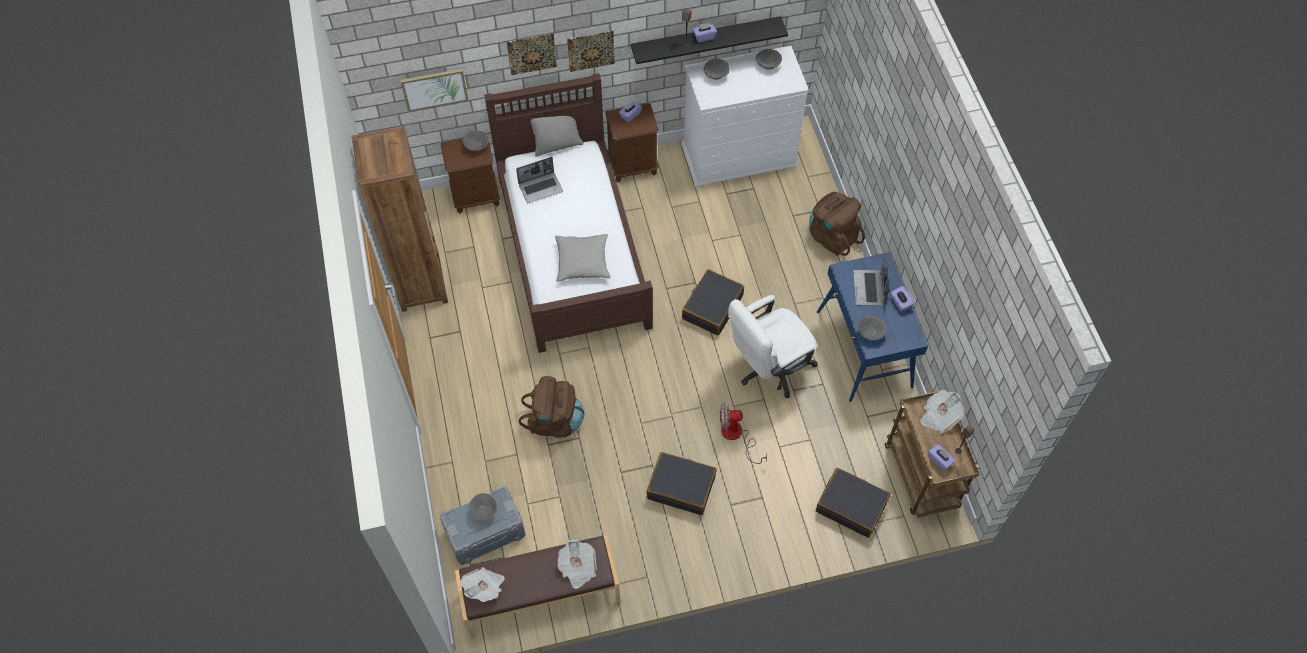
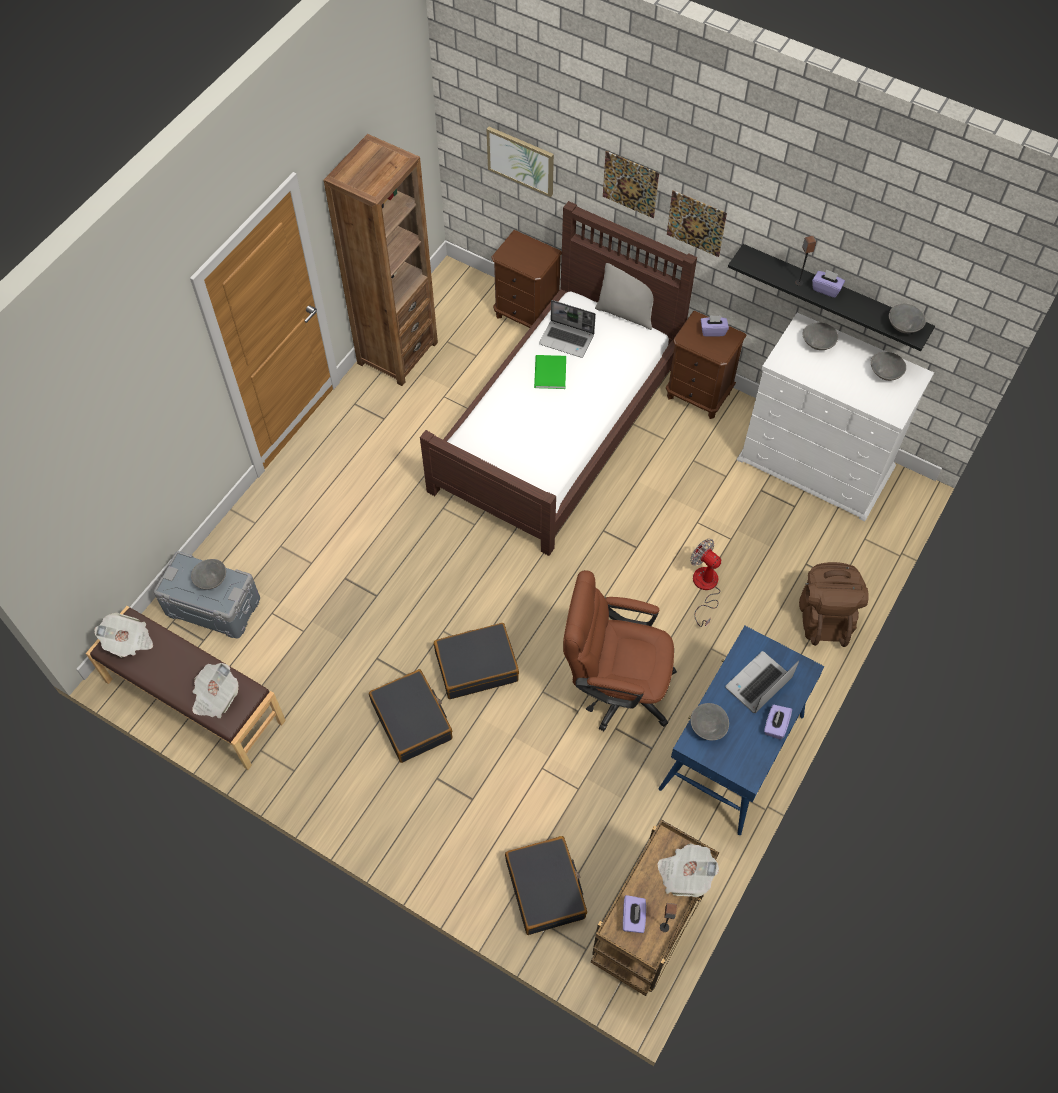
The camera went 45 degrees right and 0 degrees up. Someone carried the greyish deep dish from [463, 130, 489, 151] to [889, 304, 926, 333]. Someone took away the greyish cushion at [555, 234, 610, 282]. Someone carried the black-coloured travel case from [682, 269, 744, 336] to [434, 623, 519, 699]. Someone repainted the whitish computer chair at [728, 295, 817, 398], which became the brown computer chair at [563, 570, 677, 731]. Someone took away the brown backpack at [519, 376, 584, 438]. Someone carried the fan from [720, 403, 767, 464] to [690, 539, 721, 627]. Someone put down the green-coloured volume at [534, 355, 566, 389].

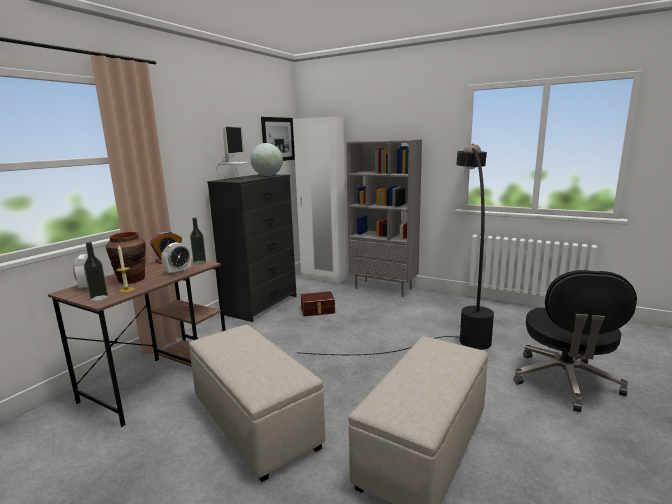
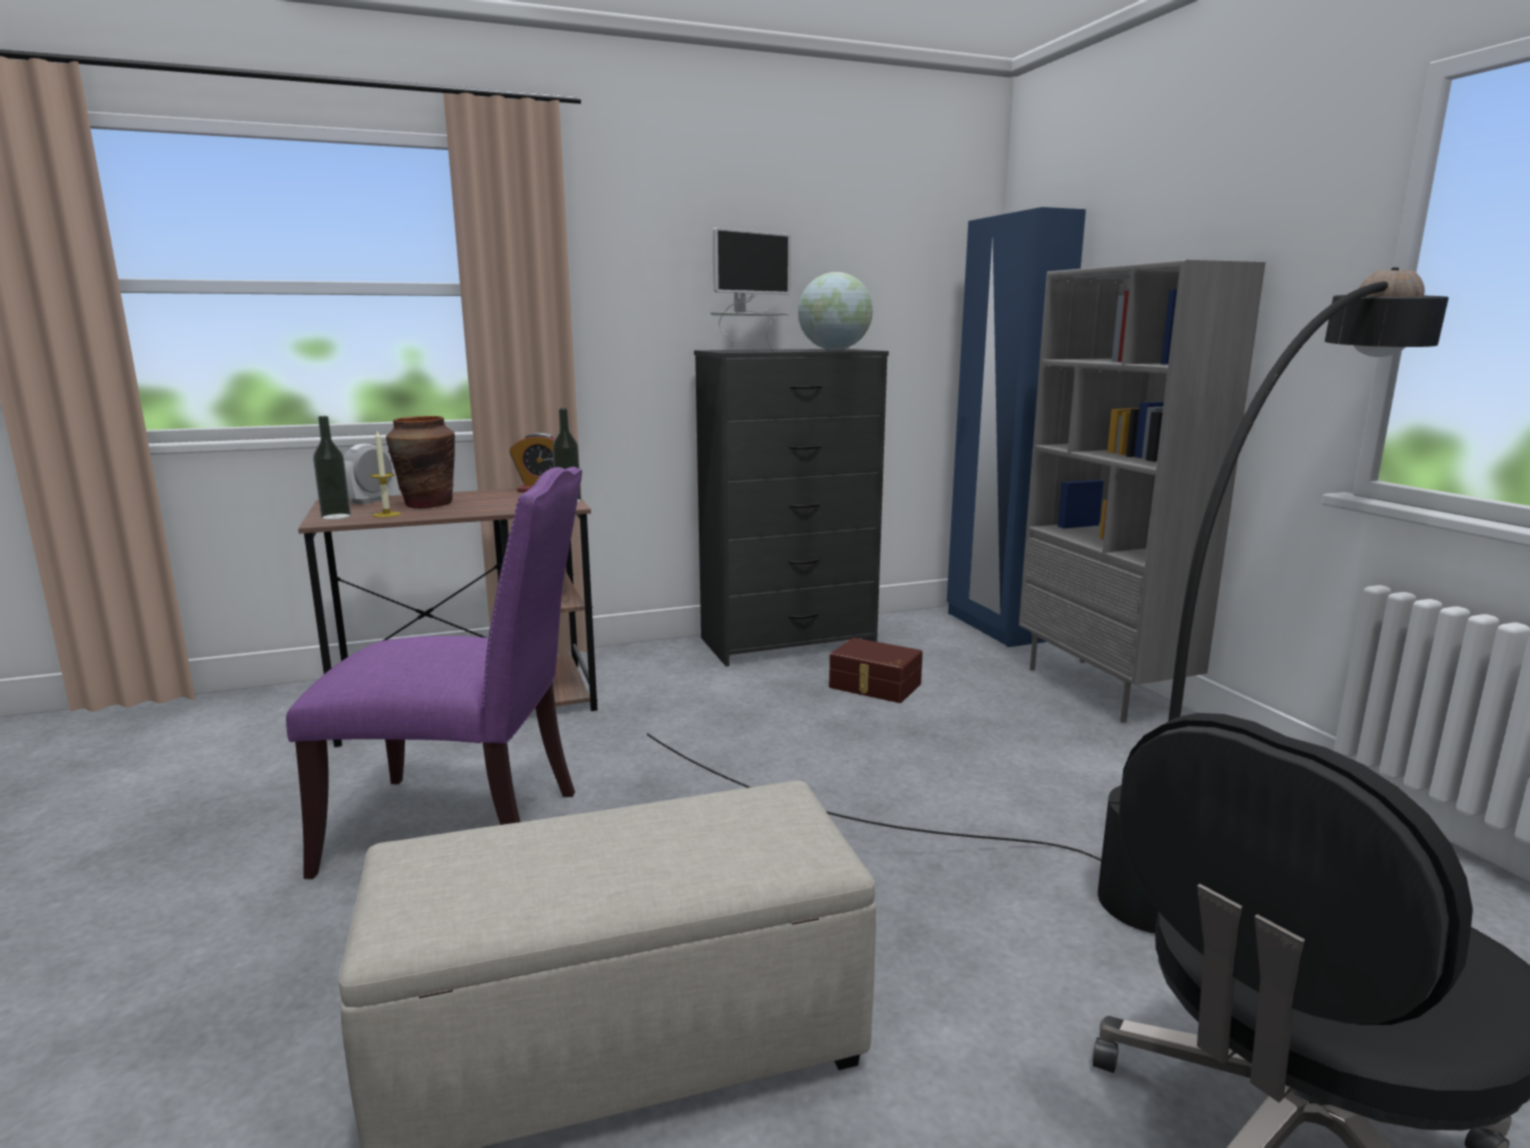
The camera went 40 degrees right and 0 degrees up. Someone took away the wall picture at [261, 117, 295, 161]. Someone repainted the whitish wardrobe at [293, 117, 347, 283], which became the blue wardrobe at [947, 207, 1086, 647]. Someone took away the alarm clock at [161, 242, 191, 275]. Someone swapped the beige footrest at [189, 325, 326, 482] for the purple-coloured chair at [286, 467, 582, 879].

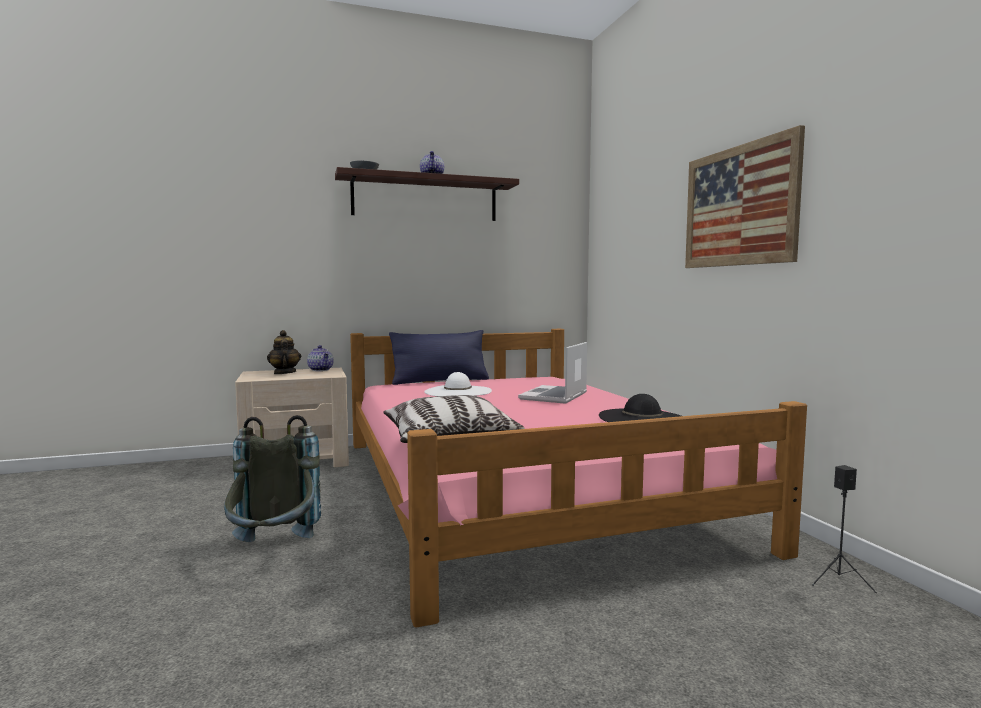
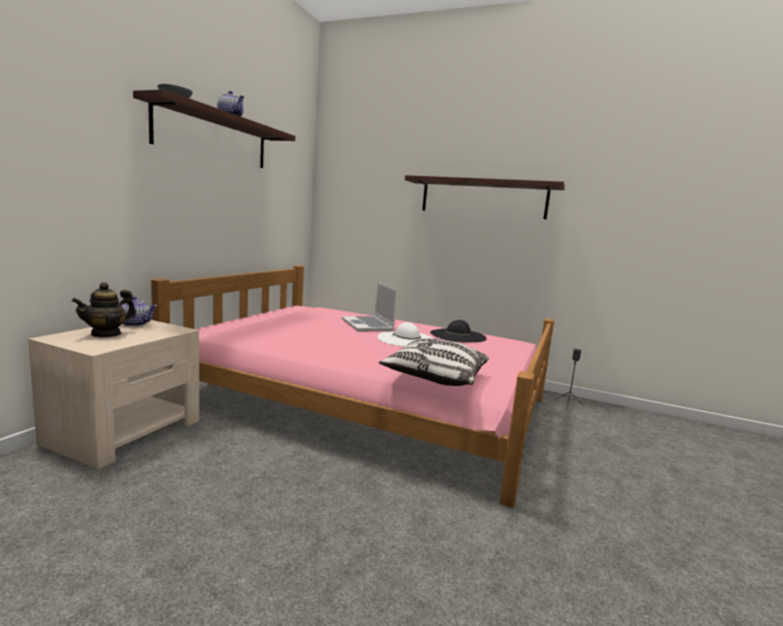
The camera went 50 degrees left and 5 degrees up. Someone swapped the wall picture at [685, 125, 805, 268] for the bracket shelf at [405, 175, 565, 219]. Someone rotated the pot for tea at [267, 330, 301, 374] by 75 degrees counterclockwise. Someone took away the blue cushion at [389, 330, 489, 385]. Someone carried the whitish wearable hat from [424, 372, 492, 396] to [377, 322, 434, 347]. Someone took away the greyish backpack at [224, 415, 321, 542].

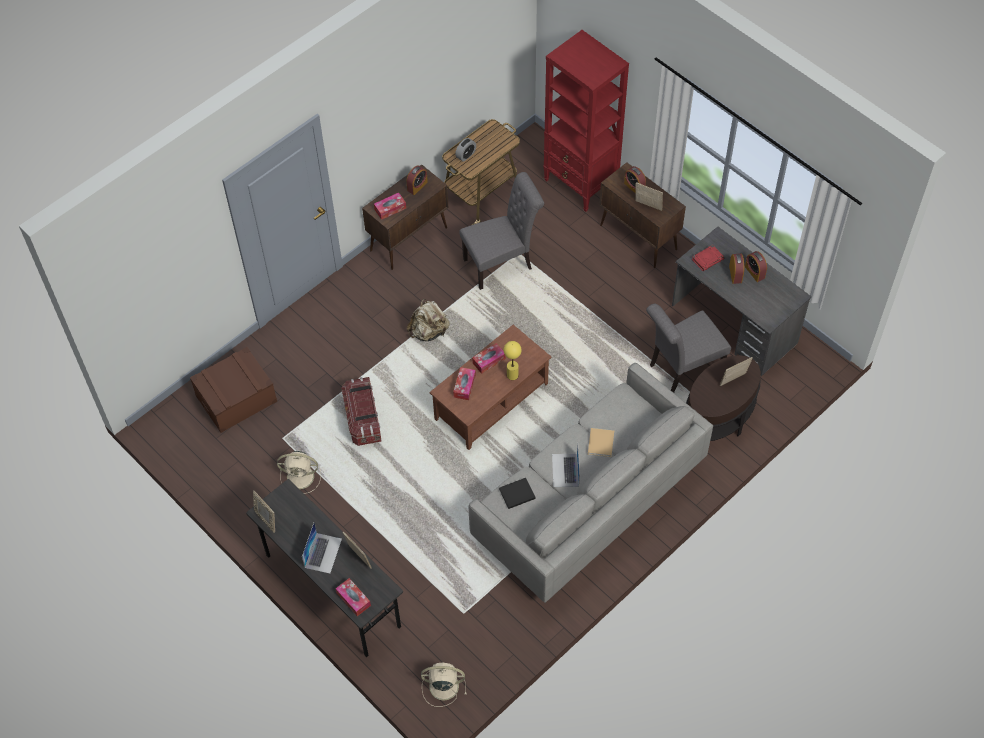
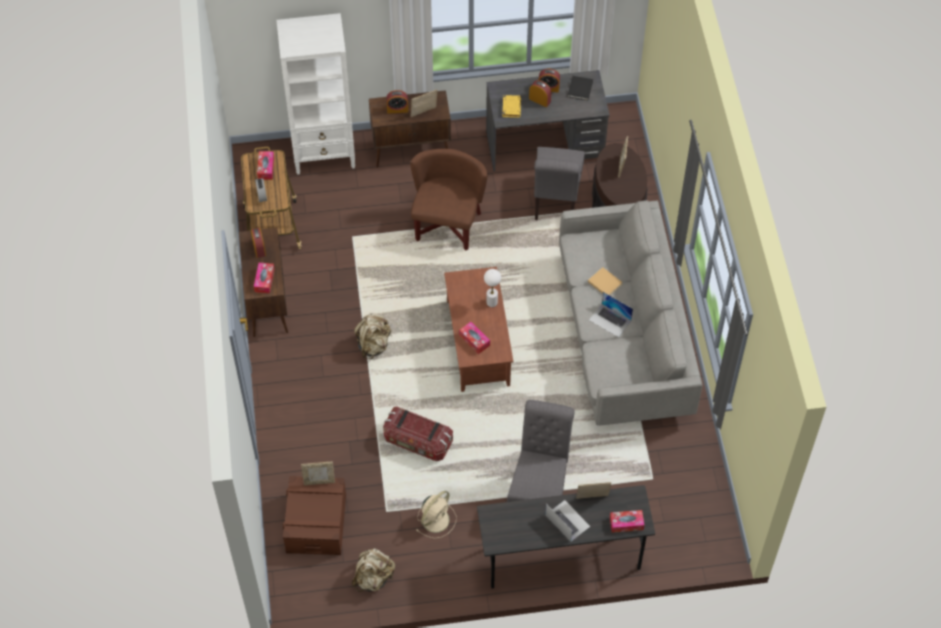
The camera went 55 degrees left and 0 degrees up. Someone repainted the red shelving unit at [543, 30, 629, 212], which became the whitish shelving unit at [276, 13, 355, 175]. Someone carried the greyish chair from [459, 172, 544, 290] to [507, 400, 575, 502]. Someone repainted the red volume at [692, 245, 724, 271], which became the yellow volume at [502, 95, 521, 118]. Someone repainted the yellow tabletop lamp at [504, 341, 522, 380], which became the whitish tabletop lamp at [484, 269, 501, 307]. Someone carried the tissue box from [472, 343, 506, 374] to [257, 151, 275, 180]. Someone carried the black-coloured volume from [499, 478, 536, 509] to [567, 76, 593, 100]. Someone carried the photo frame from [253, 490, 275, 533] to [301, 462, 335, 485]. Someone took away the beige fan at [421, 663, 467, 707]. Someone put down the brown armchair at [410, 149, 488, 251]. Someone put down the beige backpack at [352, 548, 395, 592].

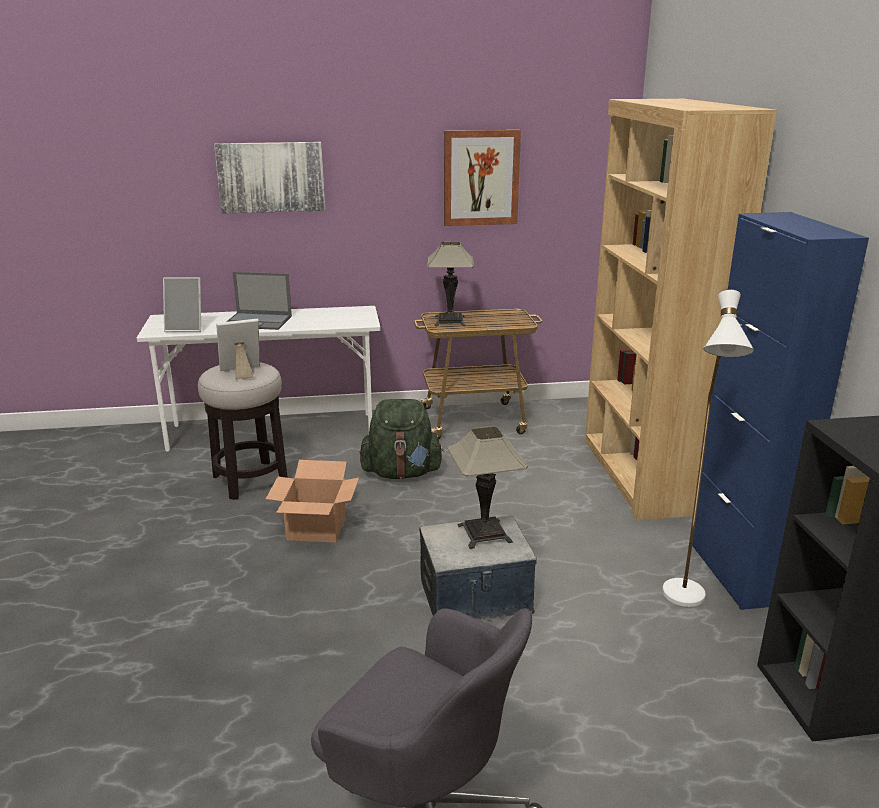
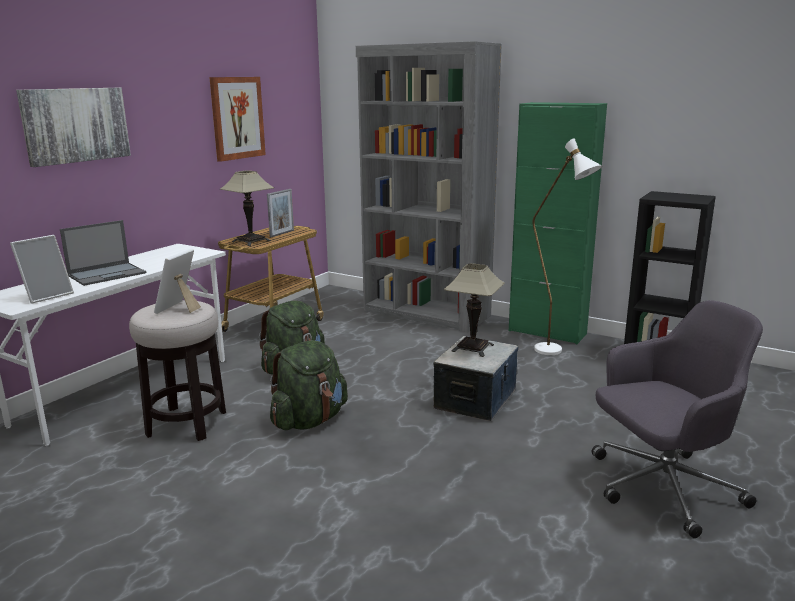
The camera went 50 degrees left and 5 degrees down. Someone repainted the brown shelving unit at [585, 99, 777, 521], which became the greyish shelving unit at [356, 41, 502, 332]. Someone repainted the blue cupboard at [692, 212, 869, 610], which became the green-coloured cupboard at [509, 102, 607, 344]. Someone swapped the packing box at [266, 460, 359, 543] for the green-coloured backpack at [270, 340, 348, 430]. Someone put down the photo frame at [267, 189, 294, 237].

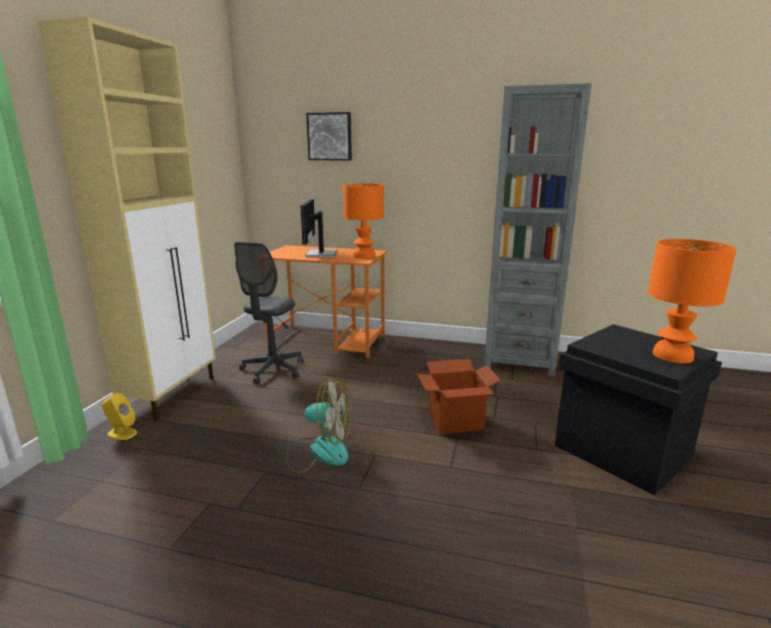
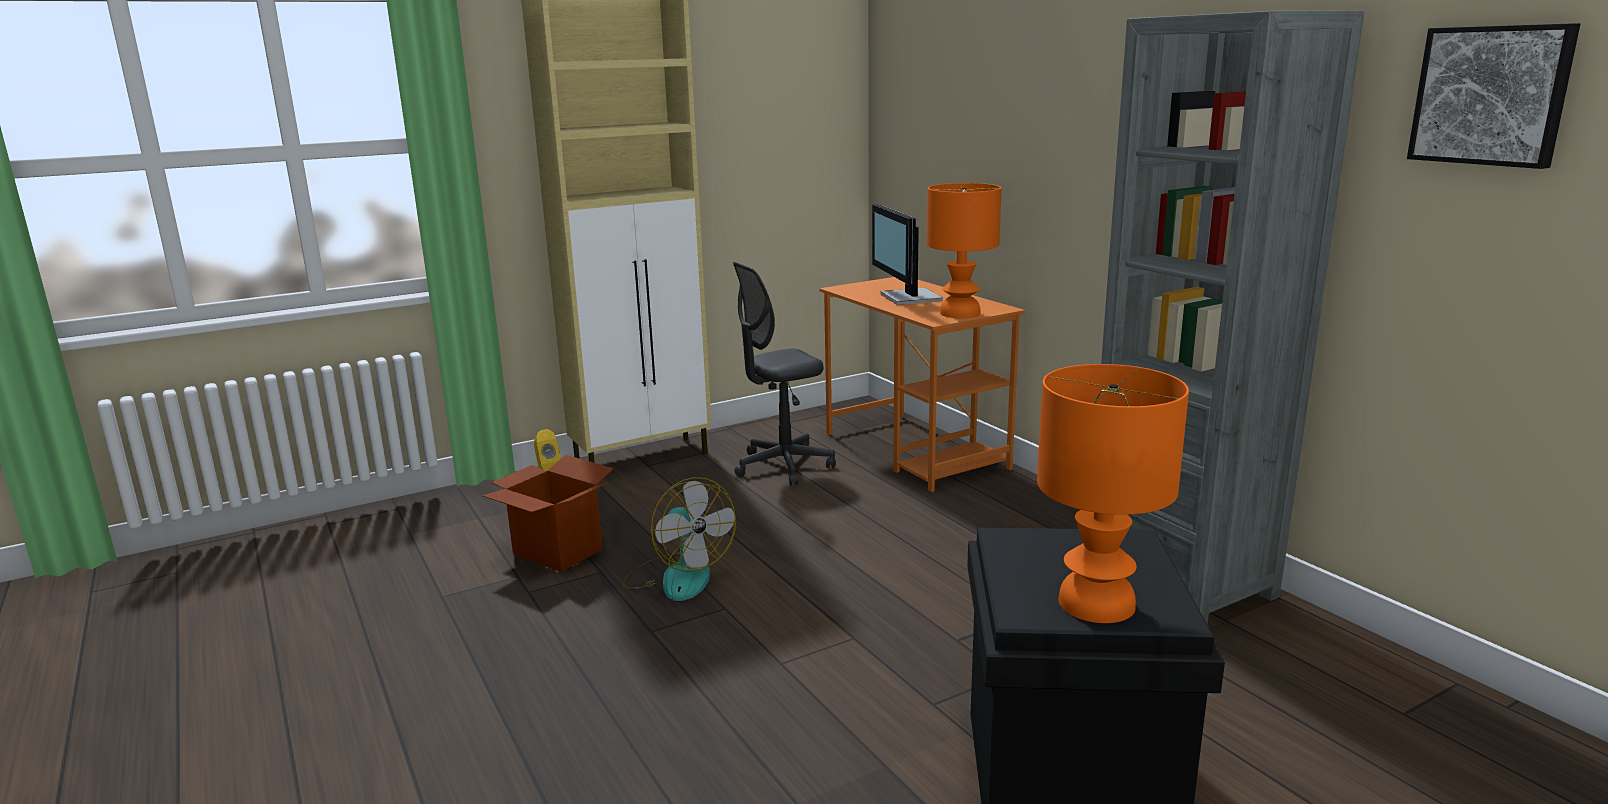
The camera went 45 degrees right and 0 degrees up. Someone carried the wall picture from [306, 112, 352, 160] to [1407, 23, 1580, 169]. Someone rotated the computer screen at [300, 199, 337, 257] by 60 degrees counterclockwise. Someone carried the packing box from [417, 359, 501, 434] to [482, 455, 614, 572].

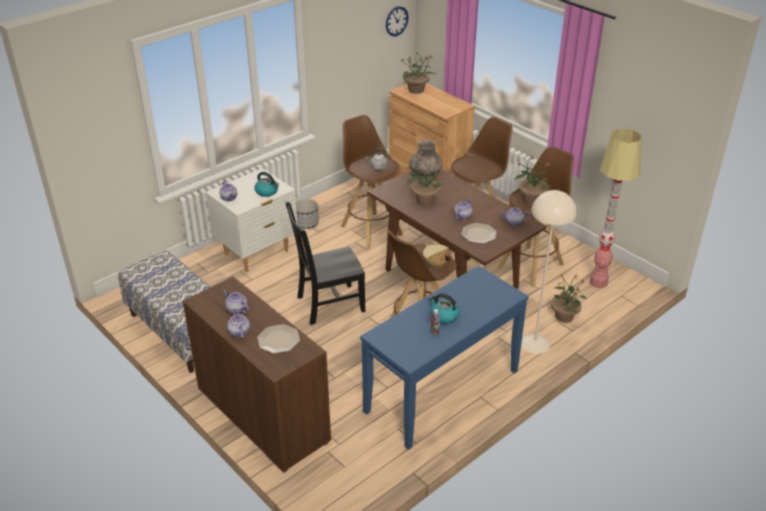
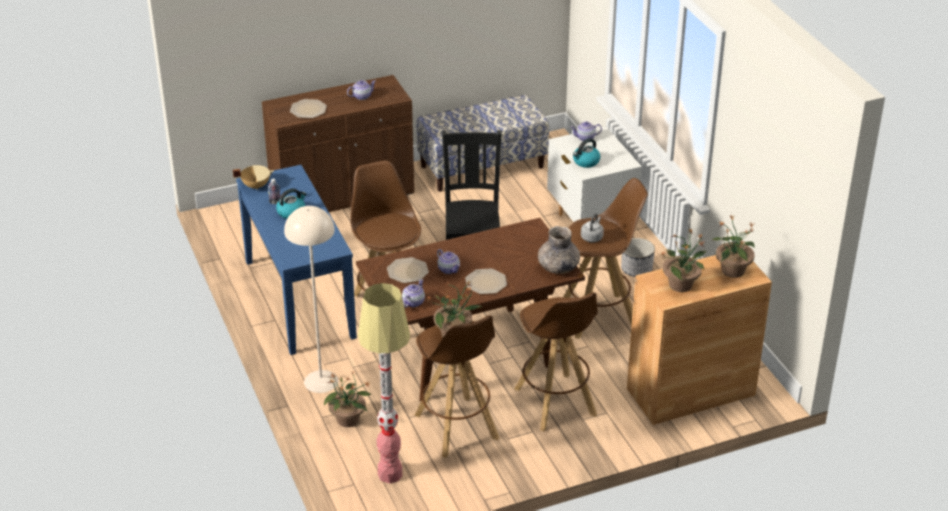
The camera went 110 degrees right and 0 degrees up. Someone took away the clock on the wall at [386, 6, 409, 36]. Someone carried the houseplant from [407, 156, 444, 206] to [660, 229, 707, 292]. Someone carried the beige saucepot from [423, 244, 452, 268] to [233, 165, 274, 190]. Someone took away the pot for tea at [227, 308, 250, 339]. Someone put down the plate at [465, 269, 507, 294].

